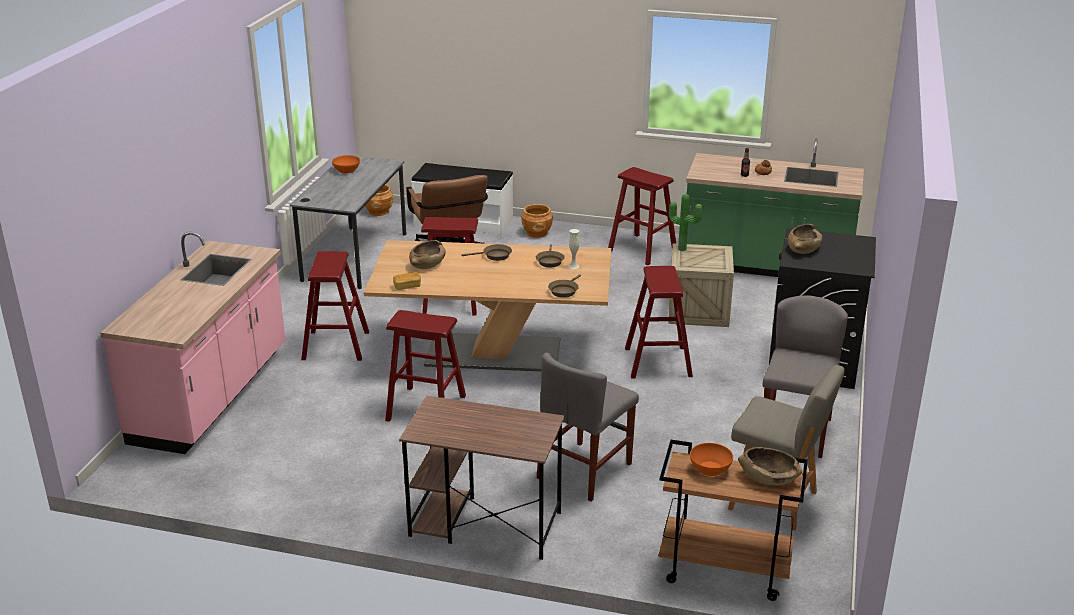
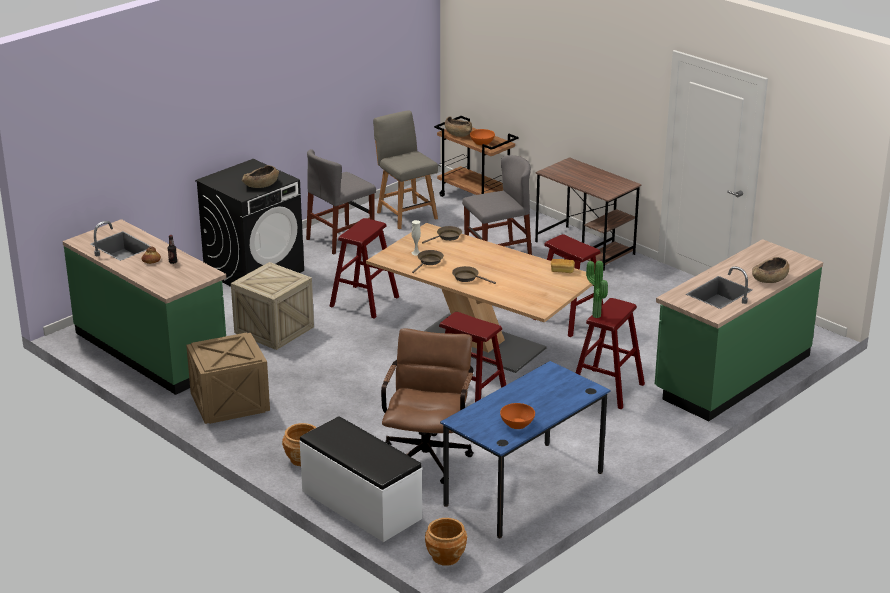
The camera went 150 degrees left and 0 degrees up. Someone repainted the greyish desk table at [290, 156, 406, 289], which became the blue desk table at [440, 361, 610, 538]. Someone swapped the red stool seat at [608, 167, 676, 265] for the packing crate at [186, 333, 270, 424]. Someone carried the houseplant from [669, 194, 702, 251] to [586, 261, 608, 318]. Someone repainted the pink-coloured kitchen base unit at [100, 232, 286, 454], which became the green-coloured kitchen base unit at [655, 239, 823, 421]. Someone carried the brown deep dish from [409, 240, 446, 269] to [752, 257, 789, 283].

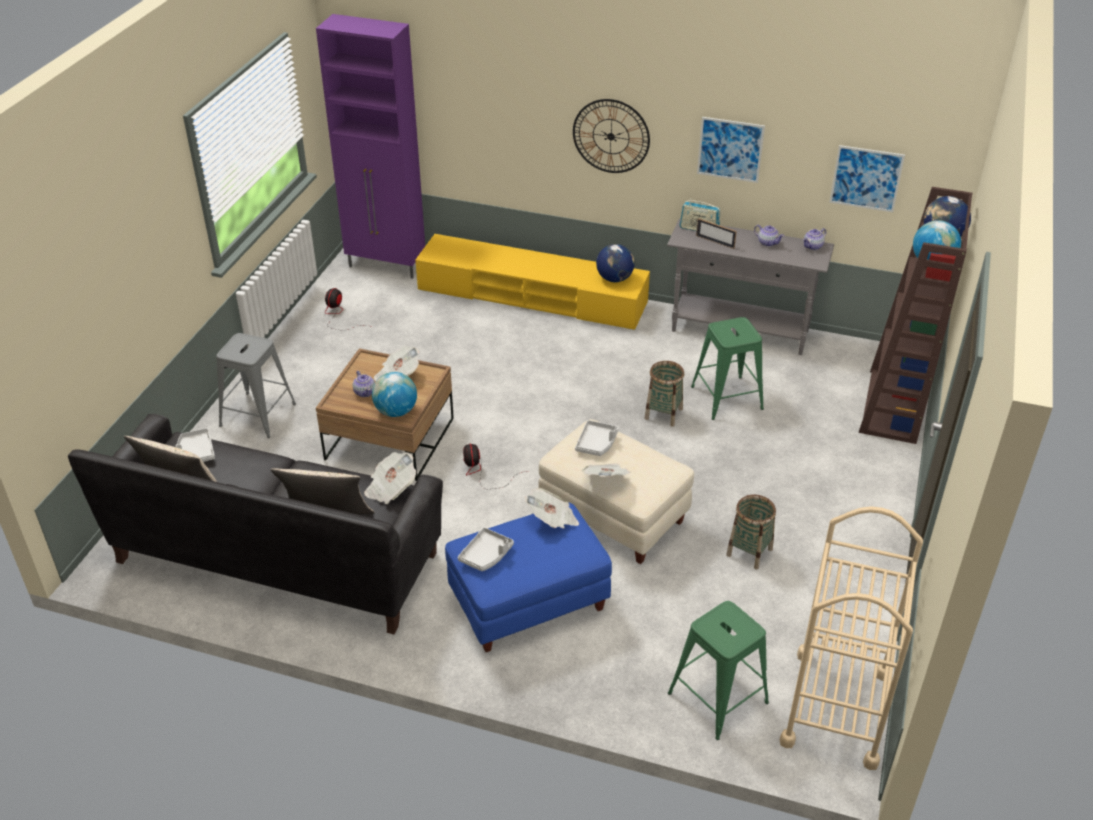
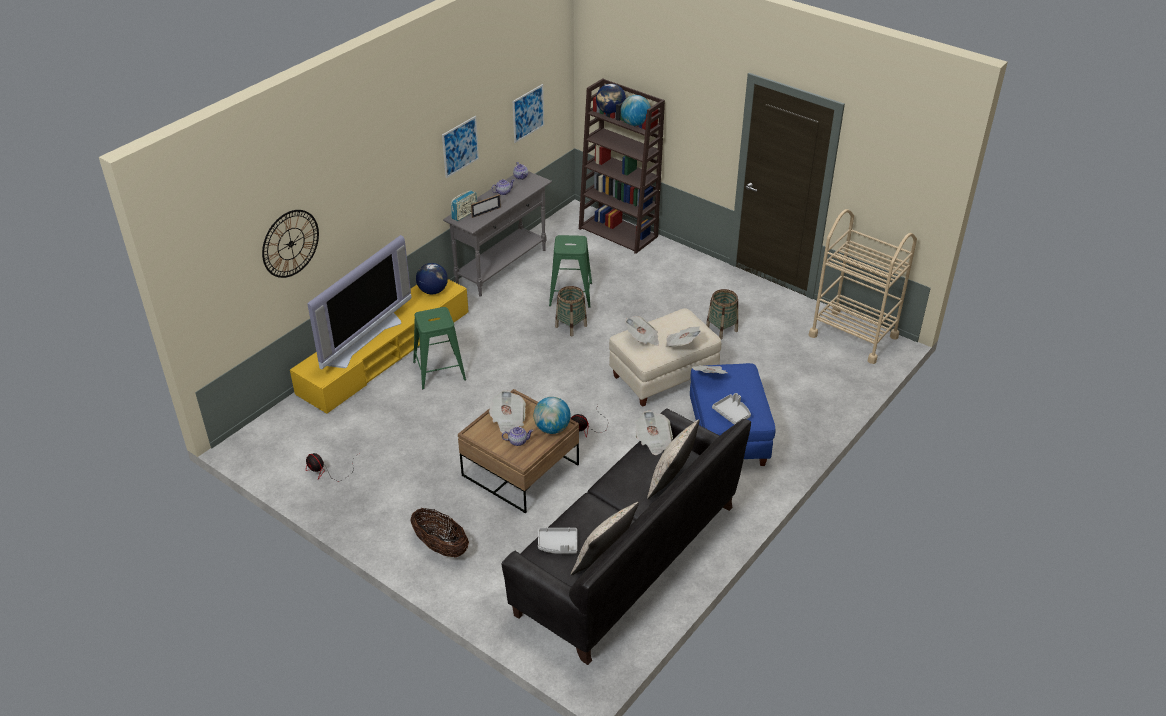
The camera went 70 degrees left and 0 degrees up. Someone took away the purple-coloured cupboard at [316, 14, 425, 279]. Someone carried the clock on the wall from [573, 99, 650, 173] to [262, 210, 319, 278]. Someone swapped the greyish stool seat at [216, 333, 296, 438] for the basket at [411, 508, 469, 558]. Someone swapped the greyish carrying tray at [575, 420, 619, 456] for the newspaper at [625, 316, 659, 346]. Someone carried the green-coloured stool seat from [668, 601, 769, 740] to [413, 307, 466, 389]. Someone put down the TV set at [307, 235, 411, 369].

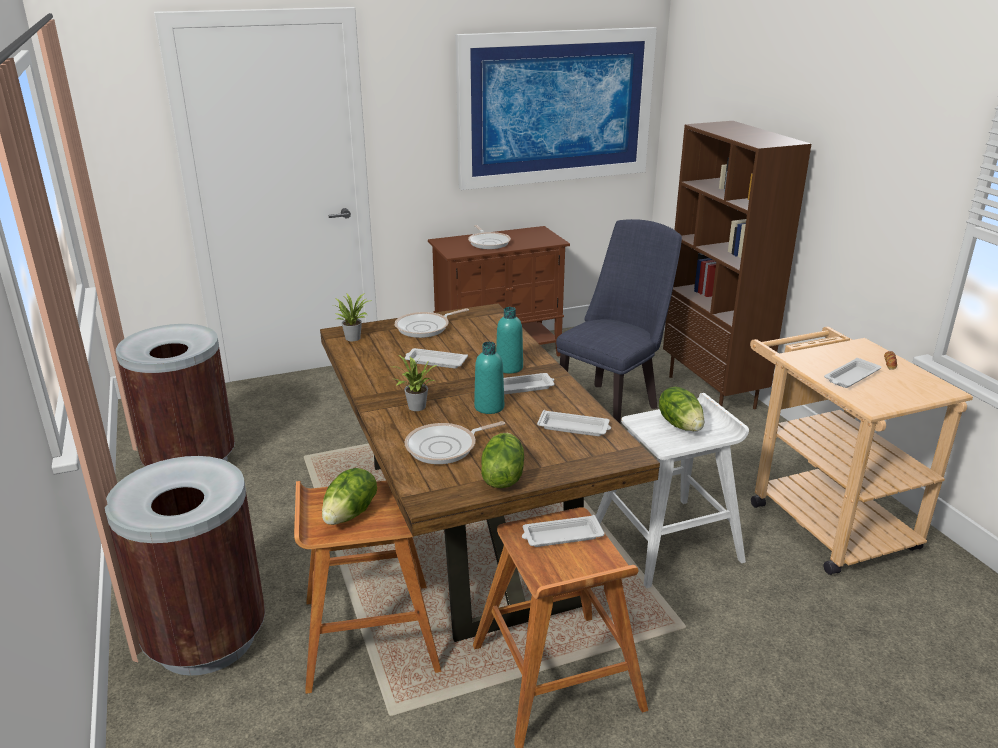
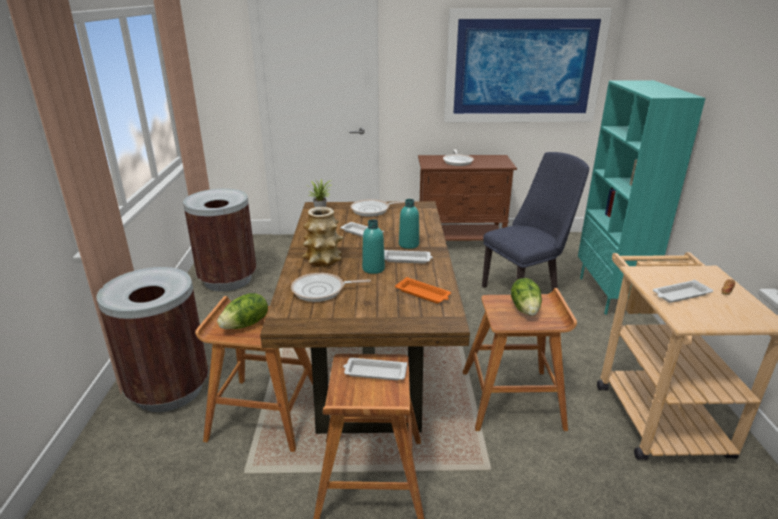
The camera went 20 degrees right and 0 degrees up. Someone repainted the brown shelving unit at [663, 121, 811, 409], which became the turquoise shelving unit at [578, 80, 705, 315]. Someone swapped the houseplant at [393, 355, 437, 411] for the flower vase at [302, 207, 344, 267]. Someone repainted the whitish stool seat at [596, 393, 749, 588], which became the brown stool seat at [463, 288, 577, 431]. Someone repainted the whitish carrying tray at [537, 410, 611, 436], which became the orangey carrying tray at [395, 277, 451, 304]. Someone took away the head of lettuce at [481, 433, 524, 488].

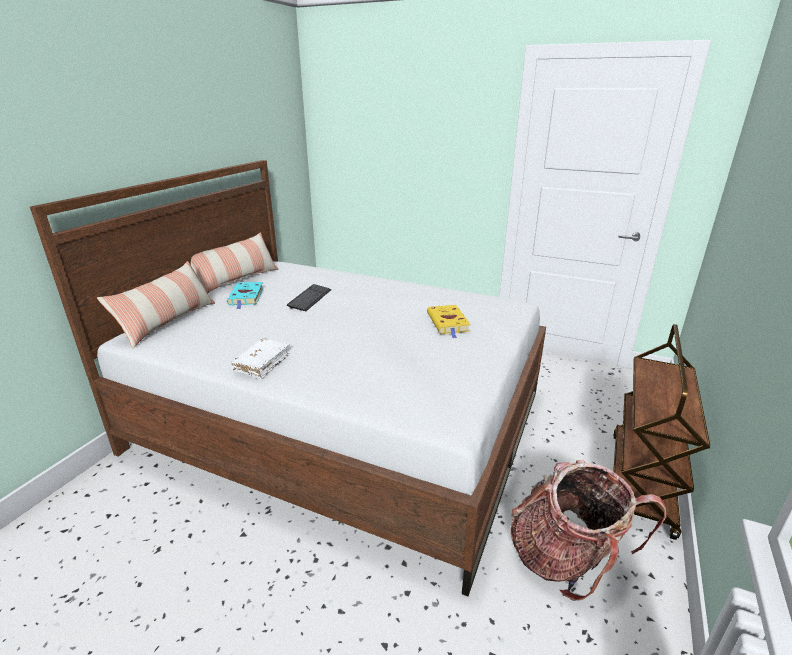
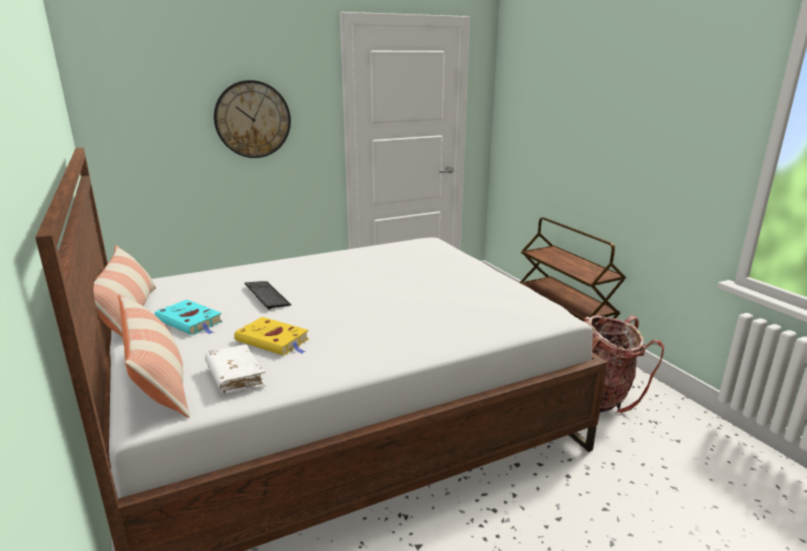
The camera went 50 degrees left and 5 degrees down. Someone carried the yellow volume from [427, 305, 471, 338] to [234, 317, 309, 356]. Someone carried the whitish volume from [230, 338, 290, 380] to [205, 345, 266, 393]. Someone put up the clock on the wall at [214, 80, 291, 158].

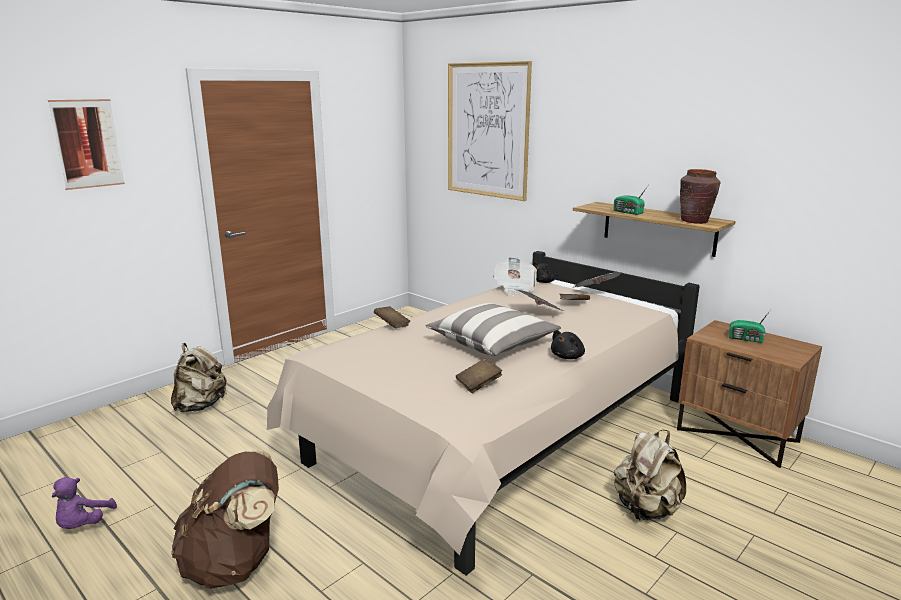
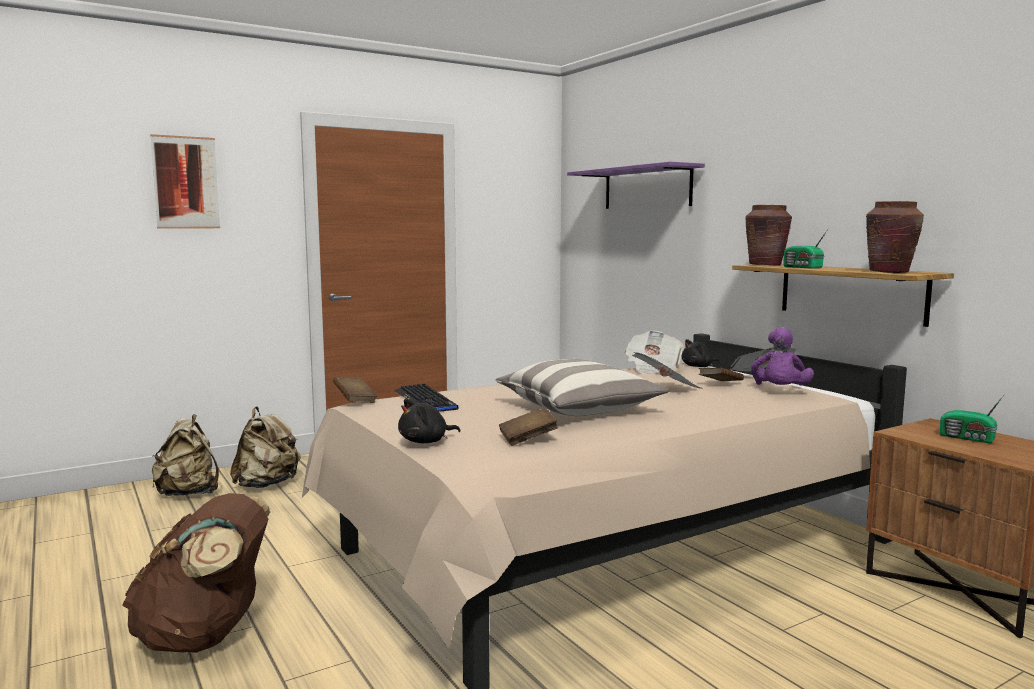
The camera went 15 degrees right and 10 degrees down. Someone swapped the wall picture at [448, 61, 532, 201] for the purple-coloured bracket shelf at [567, 162, 705, 209]. Someone carried the brown volume from [374, 306, 410, 328] to [333, 377, 377, 403]. Someone carried the black-coloured cuddly toy from [551, 330, 585, 359] to [398, 399, 460, 443]. Someone carried the beige backpack from [614, 430, 686, 521] to [152, 414, 219, 496]. Someone carried the purple-coloured cuddly toy from [52, 477, 117, 529] to [751, 327, 814, 386]. Someone put down the brown flower vase at [745, 205, 792, 266]. Someone put down the computer keyboard at [395, 383, 459, 412].

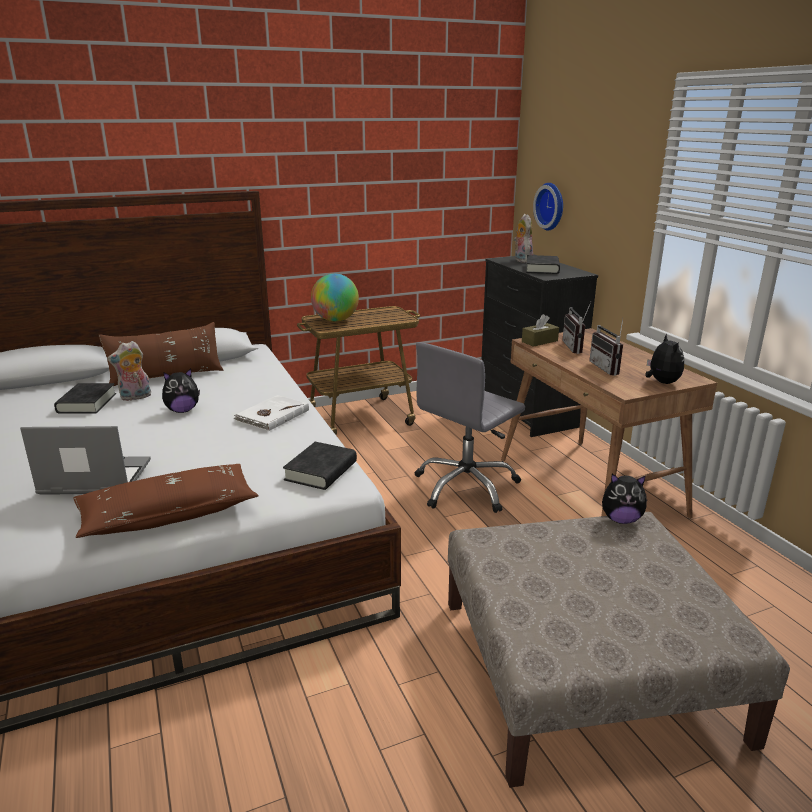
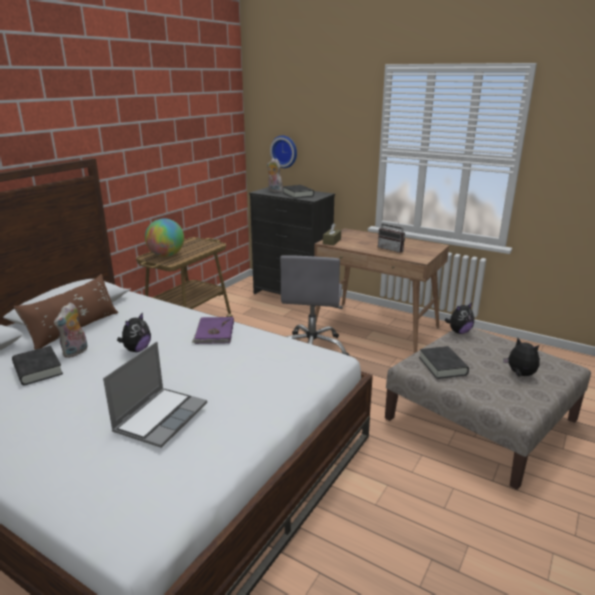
The camera went 35 degrees left and 0 degrees up. Someone took away the radio at [562, 302, 591, 354]. Someone carried the cuddly toy from [646, 334, 684, 384] to [503, 338, 540, 377]. Someone repainted the whitish volume at [233, 395, 309, 431], which became the purple-coloured volume at [192, 317, 234, 344]. Someone rotated the portable computer at [20, 426, 151, 495] by 150 degrees clockwise. Someone carried the black-coloured volume from [283, 442, 357, 490] to [419, 346, 469, 379]. Someone took away the brown cushion at [73, 464, 259, 538].

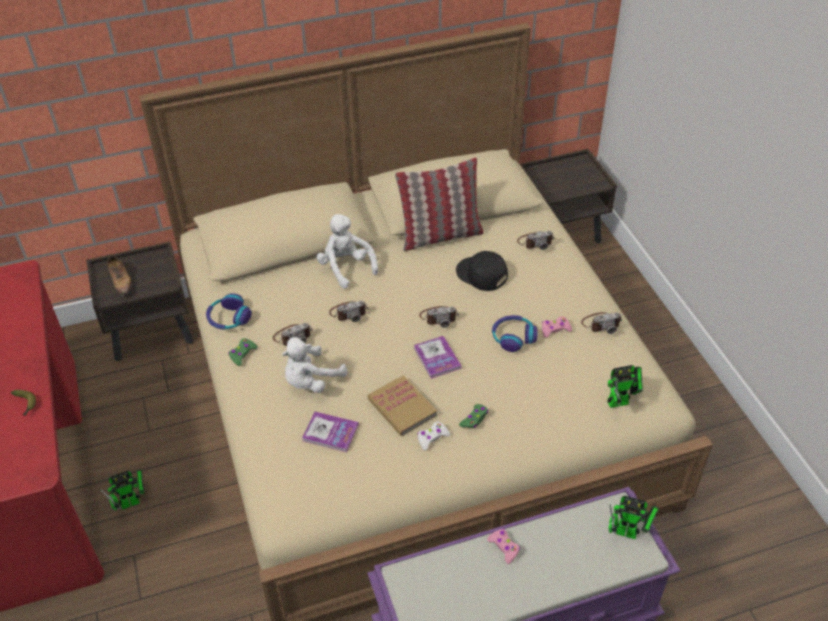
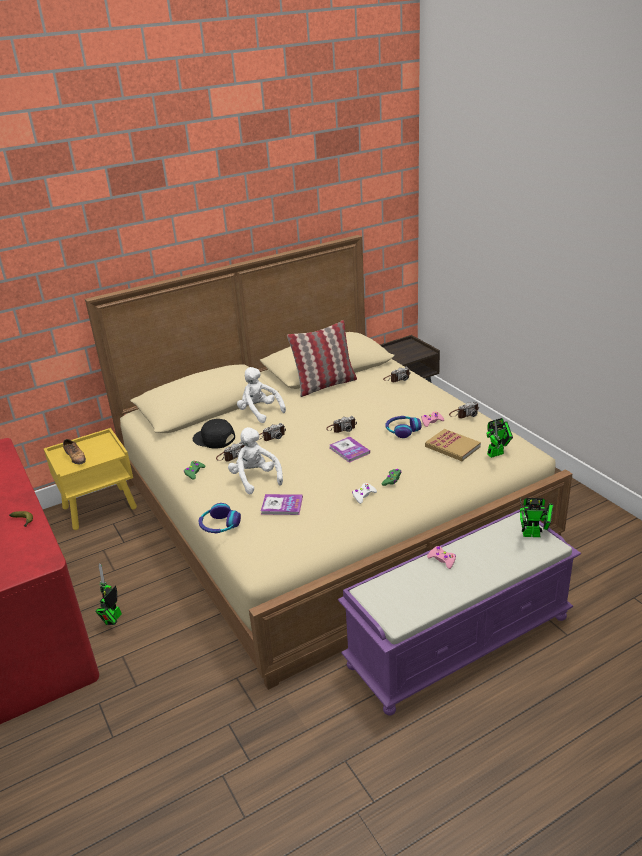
The camera went 10 degrees left and 15 degrees down. Someone repainted the brown night table at [86, 241, 194, 361], which became the yellow night table at [44, 428, 137, 530]. Someone carried the black-coloured baseball cap from [456, 251, 508, 291] to [193, 419, 235, 449]. Someone carried the headphones from [206, 293, 252, 329] to [199, 503, 241, 533]. Someone rotated the whitish cuddly toy at [282, 337, 347, 393] by 120 degrees clockwise. Someone carried the volume from [368, 375, 437, 436] to [425, 429, 481, 461]. Someone rotated the robot figure at [101, 469, 144, 511] by 150 degrees clockwise.

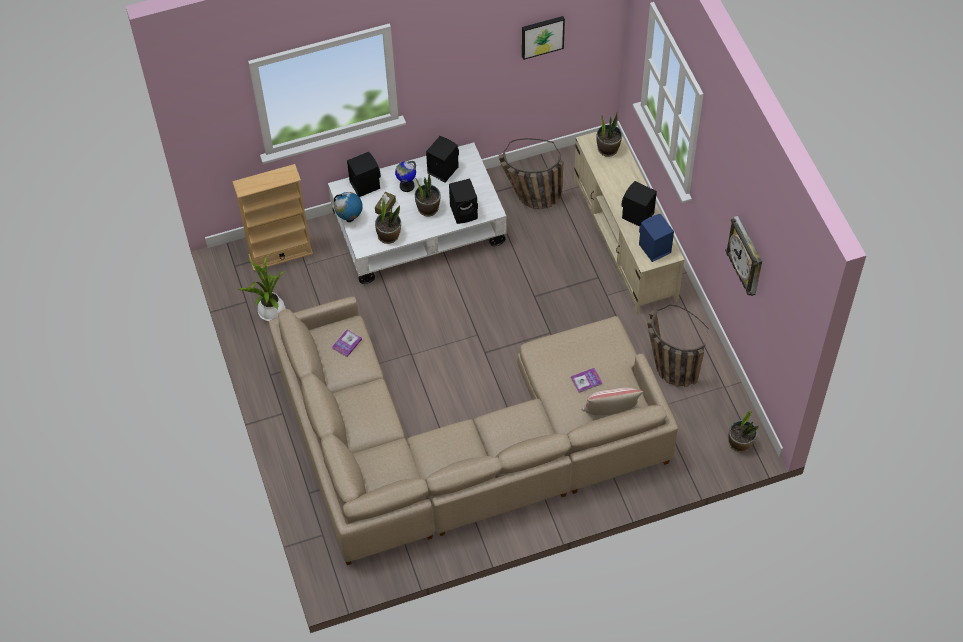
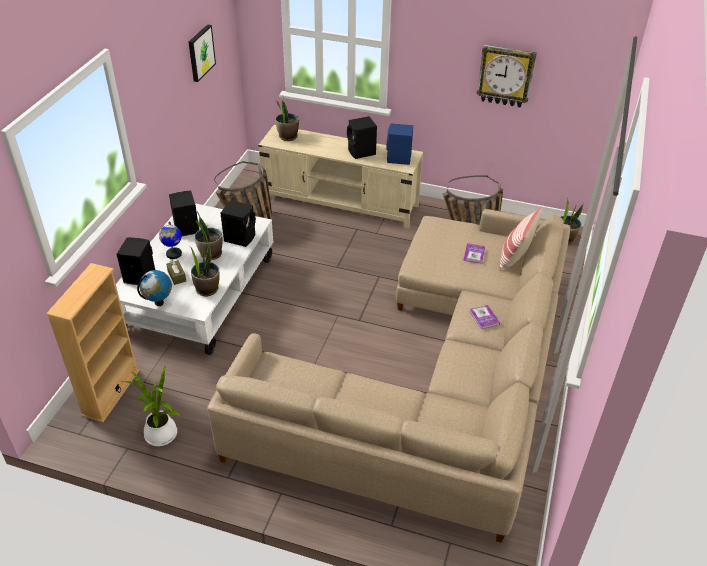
The camera went 55 degrees left and 15 degrees down. Someone carried the volume from [332, 330, 362, 357] to [470, 305, 500, 329].

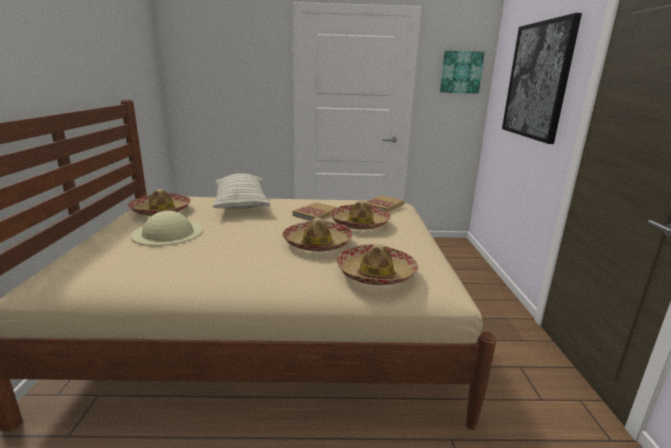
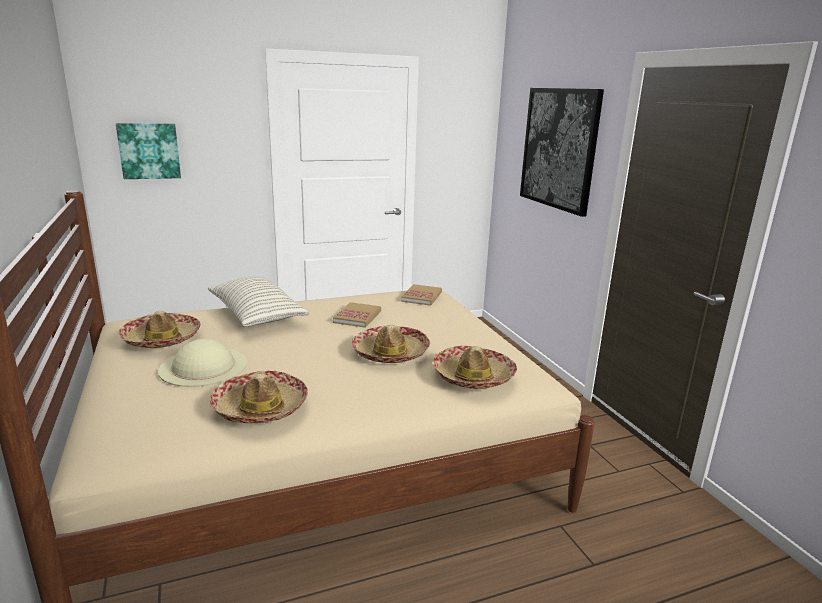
The camera went 20 degrees left and 0 degrees up. Someone carried the wall picture from [440, 51, 485, 93] to [116, 123, 181, 179]. Someone carried the wearable hat from [330, 201, 391, 230] to [209, 371, 308, 423].

